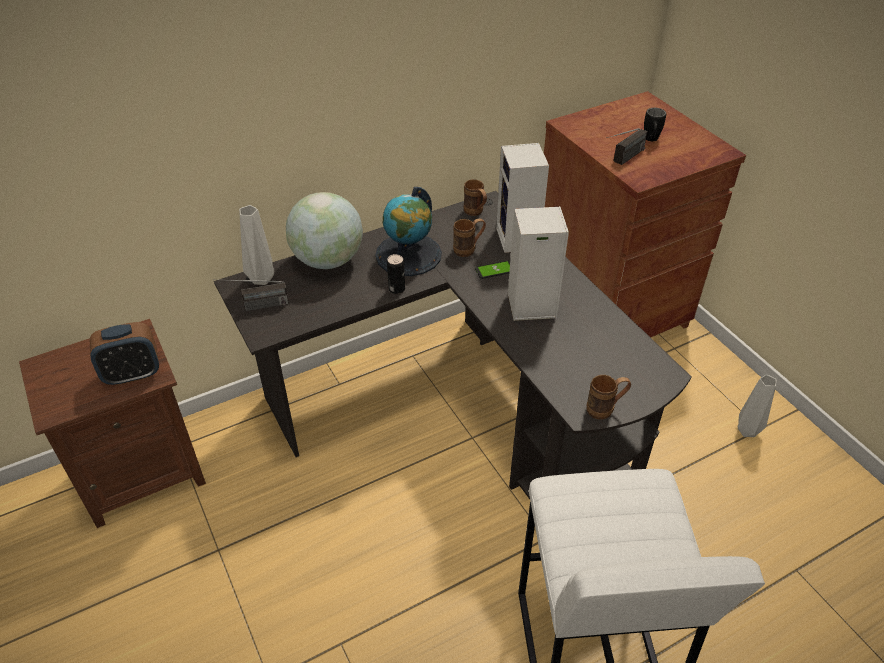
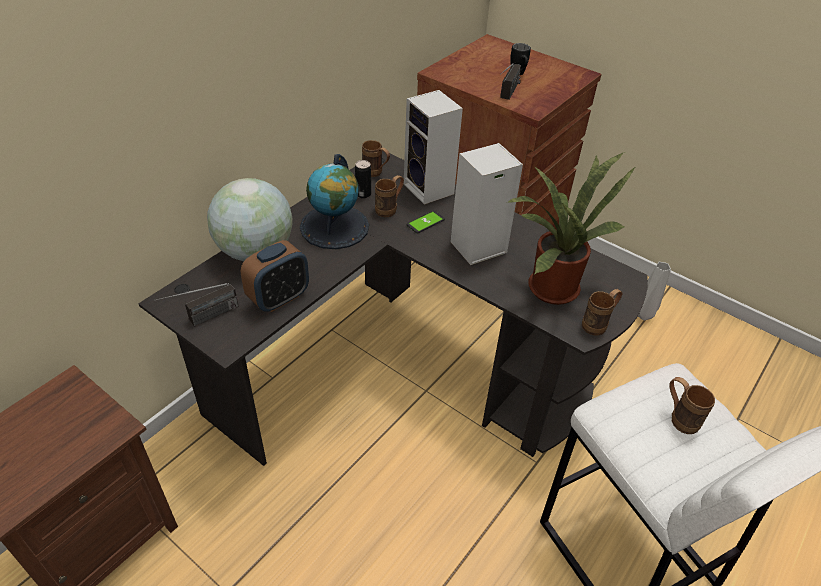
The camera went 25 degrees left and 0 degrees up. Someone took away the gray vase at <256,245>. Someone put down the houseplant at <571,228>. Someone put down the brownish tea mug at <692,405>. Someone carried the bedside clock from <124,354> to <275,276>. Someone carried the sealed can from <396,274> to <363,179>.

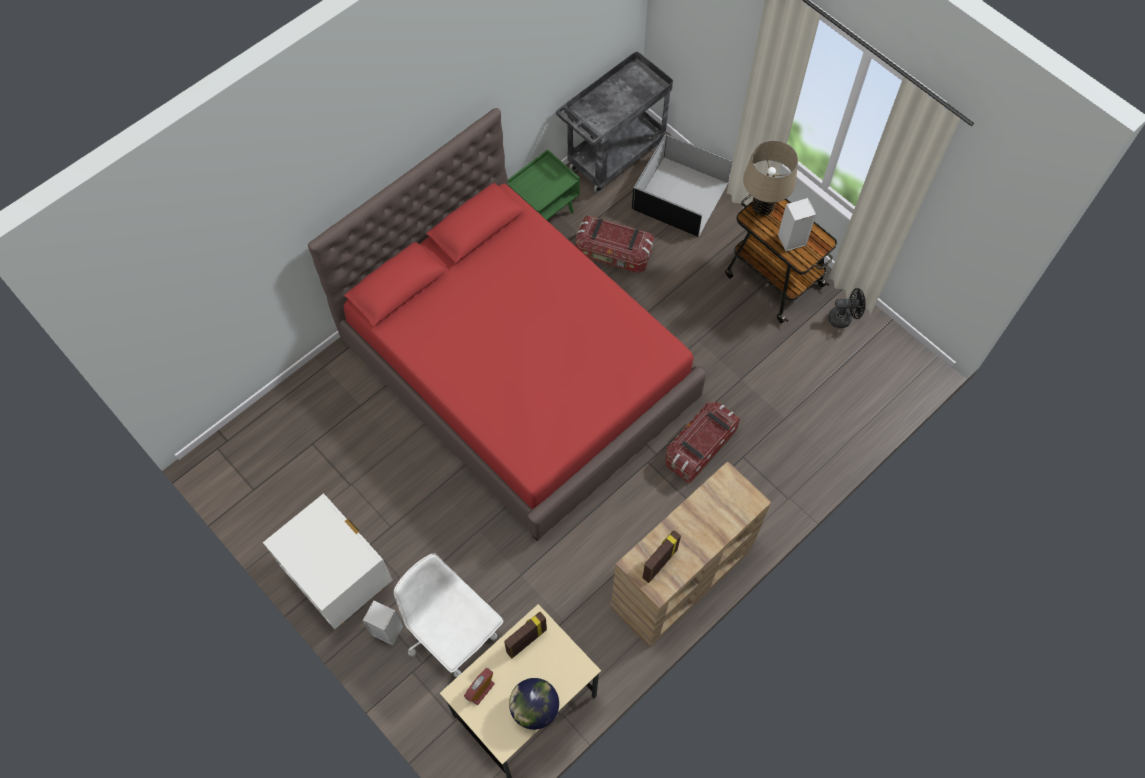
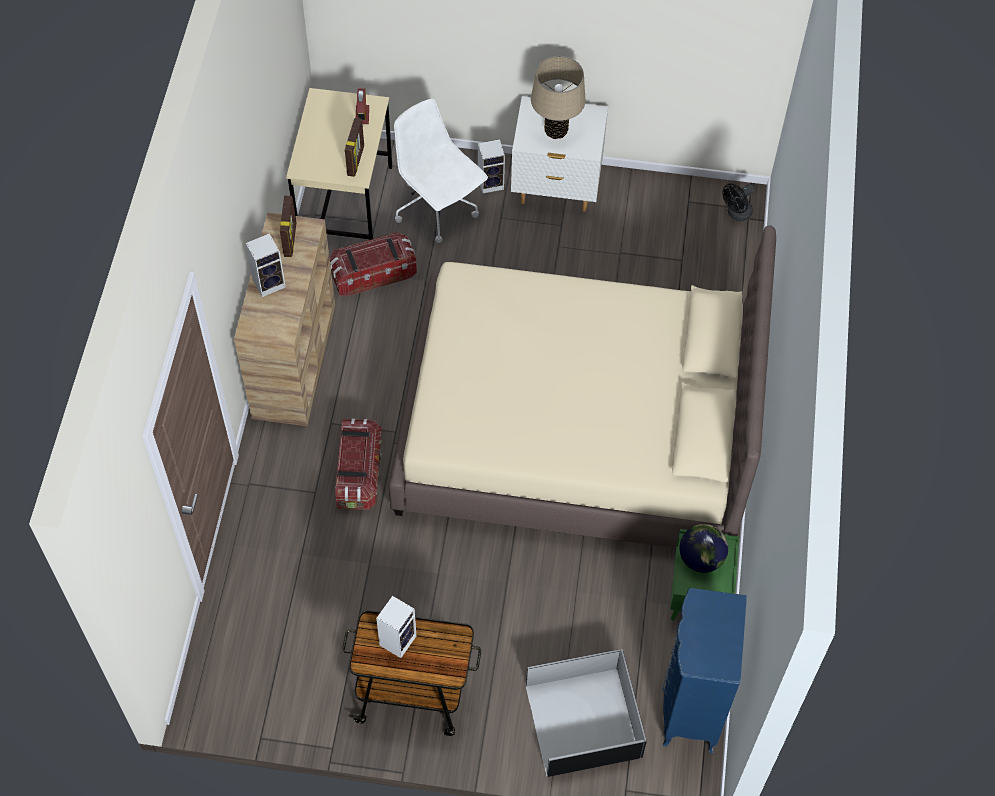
The camera went 140 degrees right and 5 degrees down. Someone put down the audio speaker at <265,265>. Someone carried the globe from <534,704> to <704,548>. Someone carried the storage box from <615,244> to <373,264>. Someone carried the beige lamp for a table from <770,178> to <558,97>. Someone carried the black electric fan from <847,308> to <738,202>. Someone swapped the gray wheeled cart at <614,122> for the bluish dresser at <704,670>. Someone repainted the red-coloured bedroom bed at <507,324>, which became the beige bedroom bed at <582,386>. Someone rotated the white desk chair at <448,615> by 135 degrees counterclockwise.

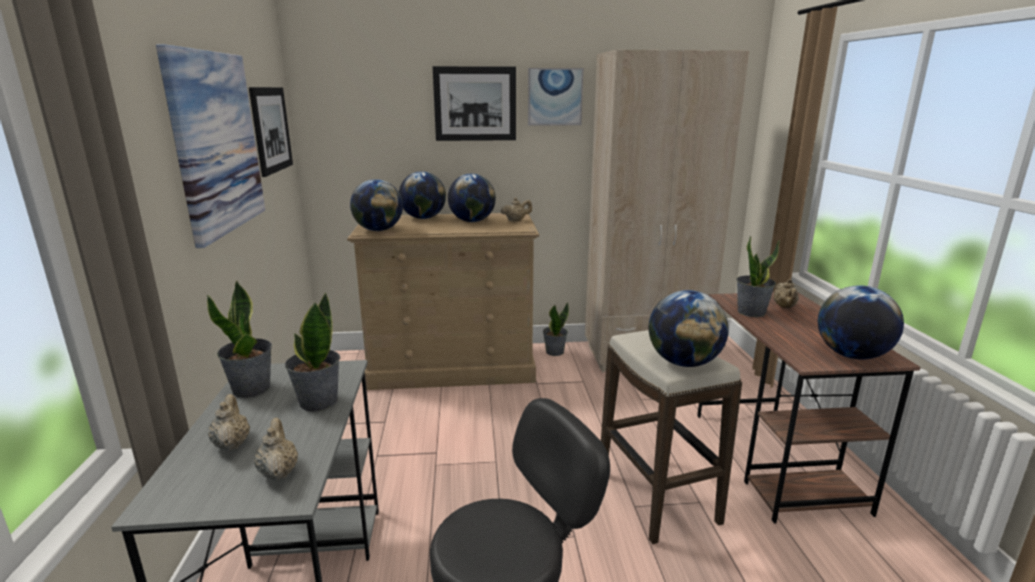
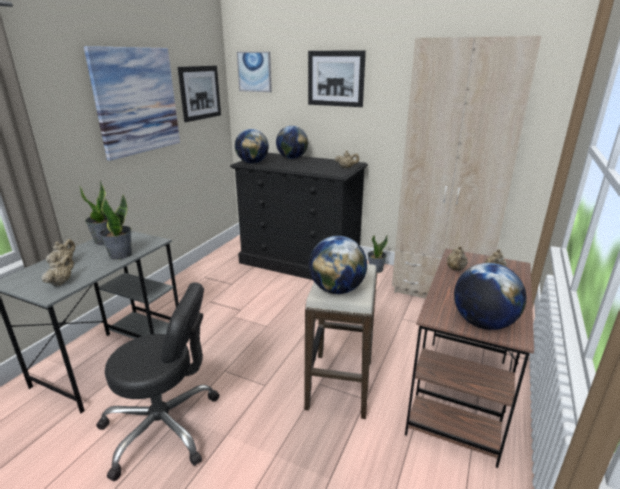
The camera went 30 degrees right and 5 degrees up. Someone took away the globe at <472,198>. Someone carried the wall picture from <555,97> to <254,72>. Someone swapped the houseplant at <758,276> for the beige tea pot at <457,258>. Someone repainted the beige dresser at <443,301>, which became the black dresser at <299,216>.

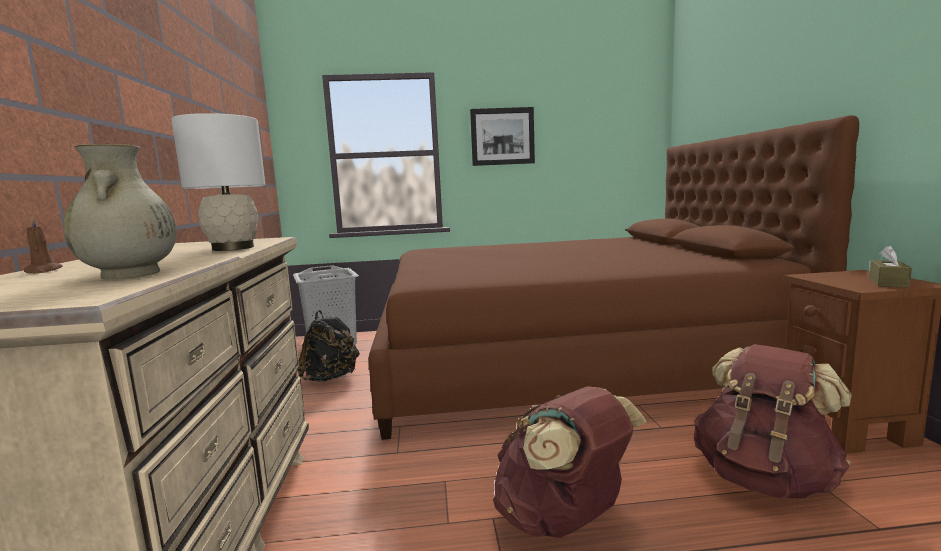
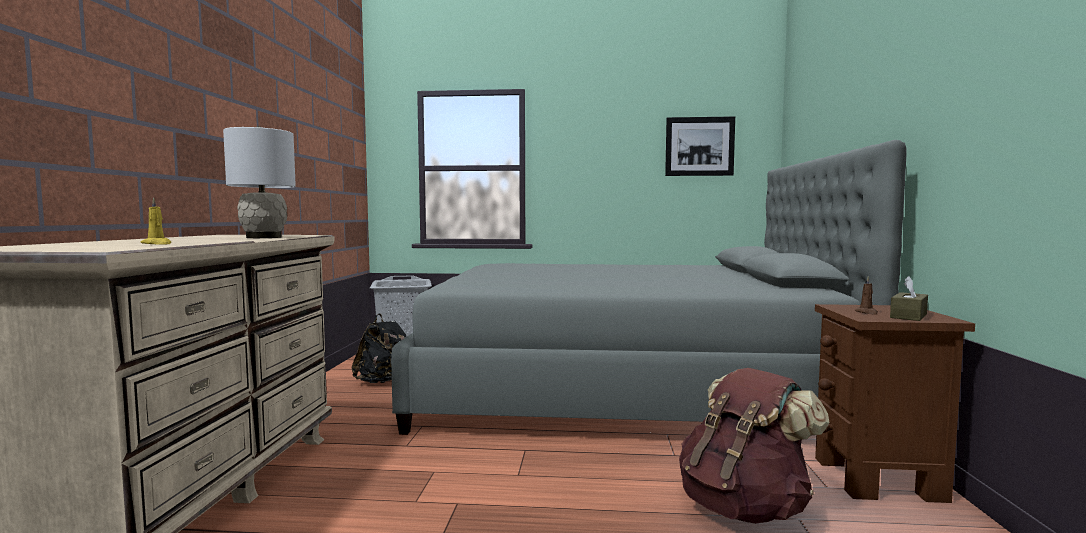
The camera went 10 degrees right and 5 degrees down. Someone took away the brownish rucksack at <570,462>. Someone carried the brownish wax candle from <43,245> to <866,295>. Someone carried the wall picture from <502,136> to <700,146>. Someone swapped the beige vase at <119,211> for the yellow wax candle at <155,221>. Someone repainted the brownish bedroom bed at <613,277>, which became the gray bedroom bed at <649,287>.

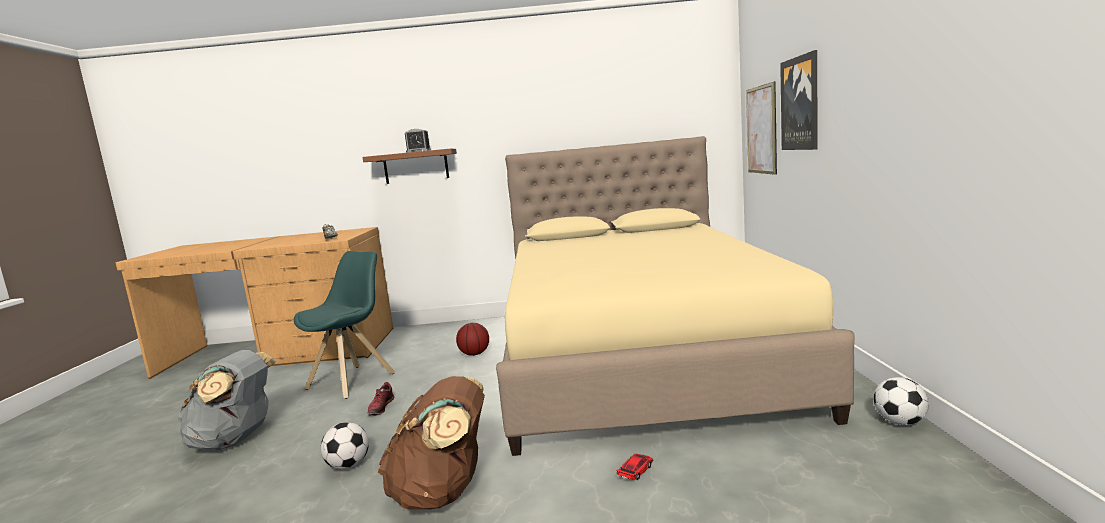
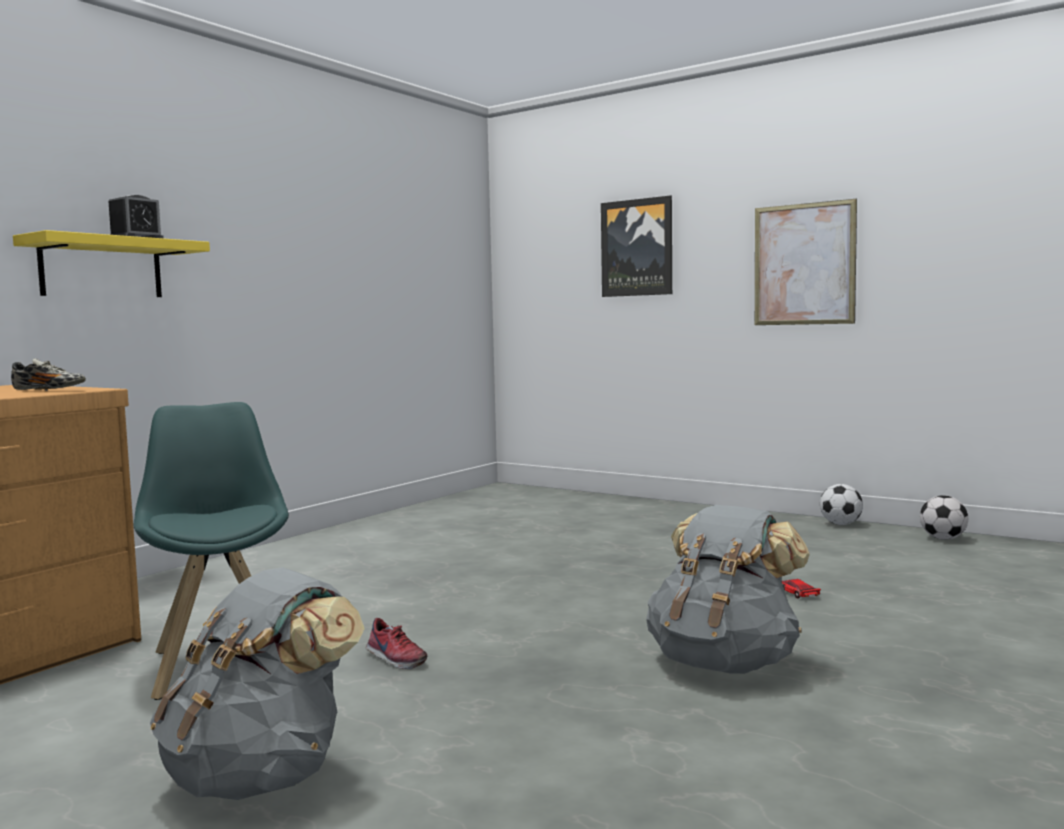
The camera went 55 degrees left and 5 degrees down. Someone took away the basketball at <472,339>. Someone took away the beige bedroom bed at <675,296>. Someone carried the ball for football from <345,445> to <944,517>. Someone carried the wall picture from <761,128> to <806,262>. Someone repainted the brownish bracket shelf at <409,166>, which became the yellow bracket shelf at <111,263>. Someone repainted the brownish rucksack at <431,442>, which became the gray rucksack at <728,589>.

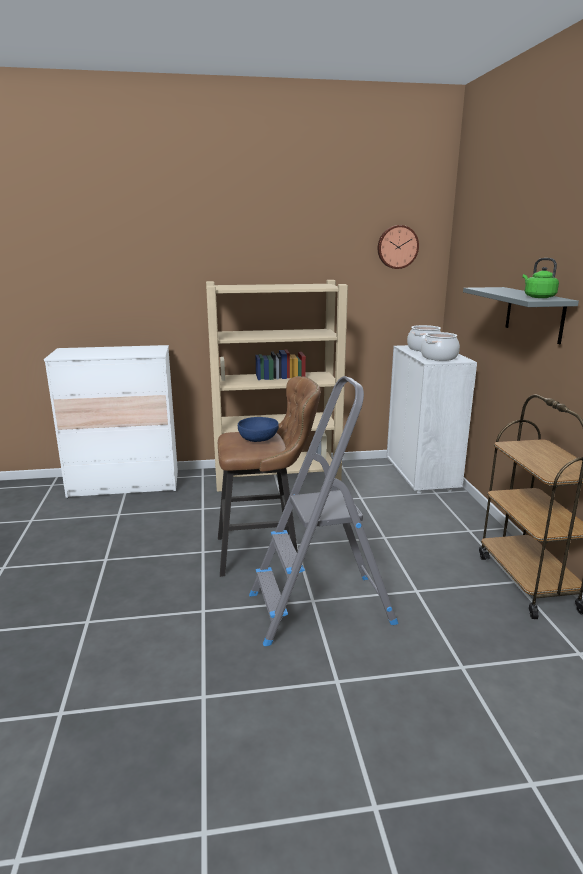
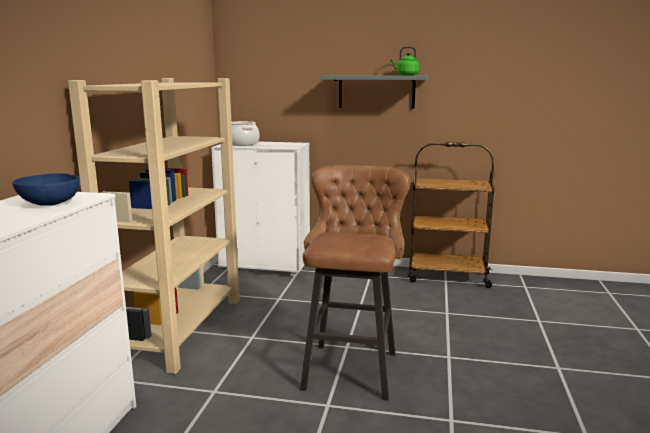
The camera went 70 degrees left and 5 degrees down. Someone took away the gray step ladder at <323,511>. Someone took away the wall clock at <398,247>. Someone took away the saucepot at <440,346>. Someone carried the bluish serving bowl from <258,429> to <46,189>.

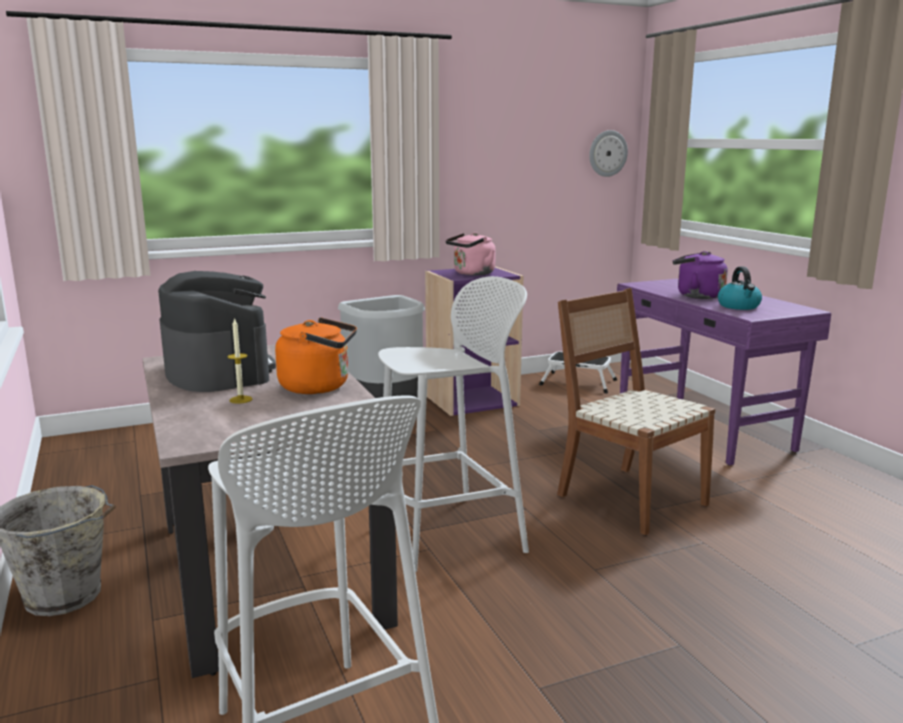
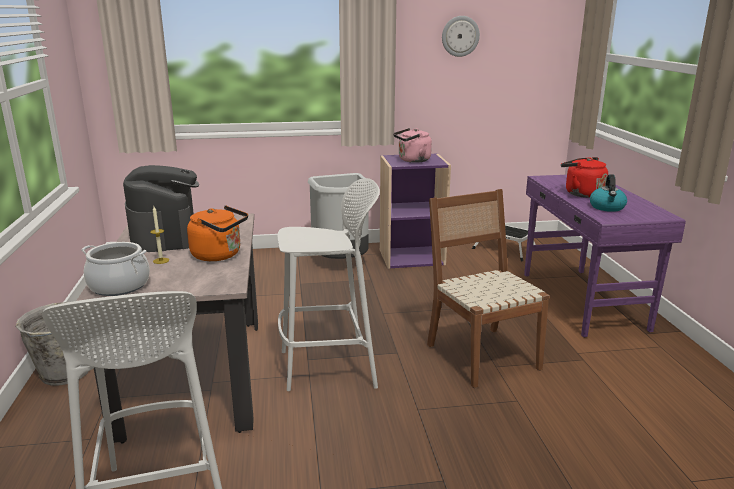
The camera went 15 degrees right and 5 degrees up. Someone put down the saucepot at <115,269>. Someone carried the wall clock from <608,153> to <461,36>. Someone repainted the purplish water kettle at <700,275>, which became the red-coloured water kettle at <584,177>.

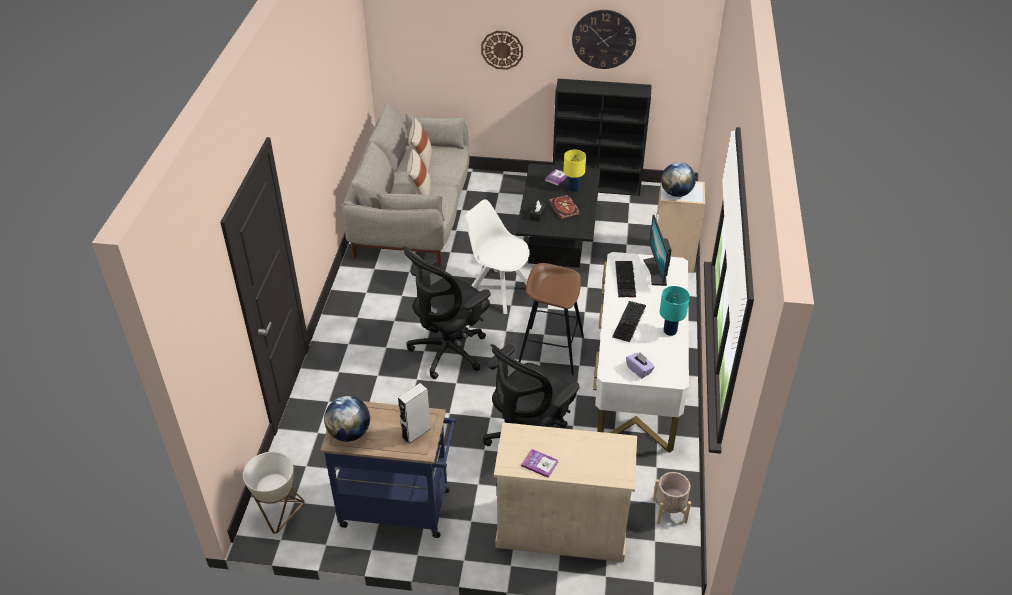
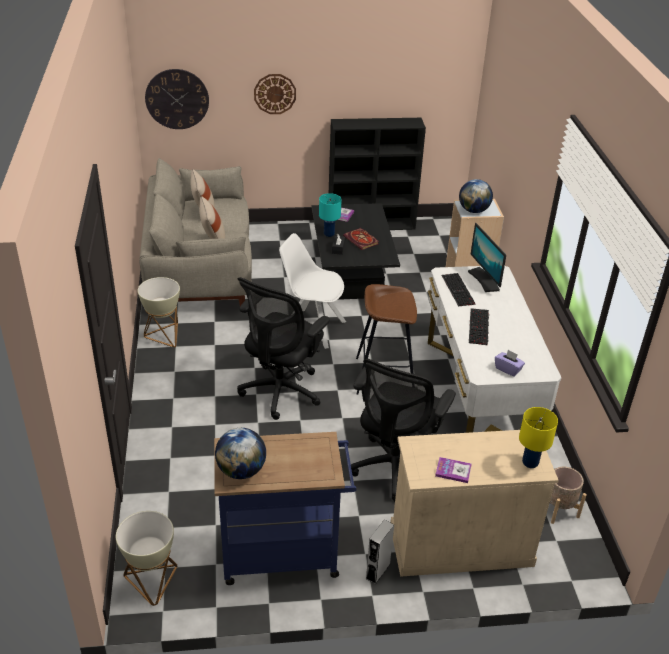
The camera went 15 degrees left and 5 degrees down. Someone put down the planter at <159,312>. Someone carried the gray audio speaker from <414,413> to <380,552>. Someone carried the yellow lamp for a table from <574,171> to <538,437>. Someone carried the wall clock from <604,39> to <177,99>. Someone carried the turquoise-coloured lamp for a table from <675,311> to <330,215>.

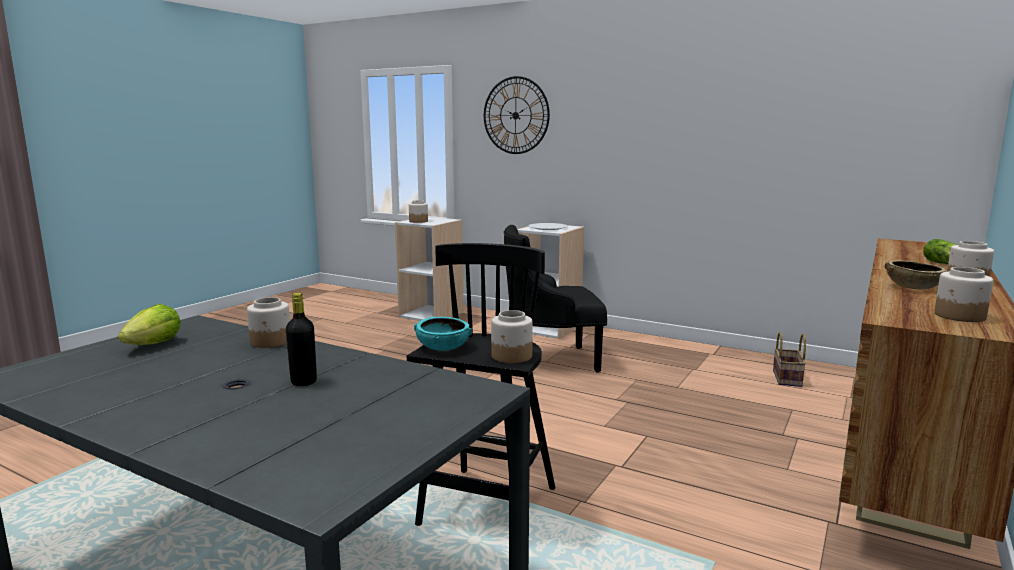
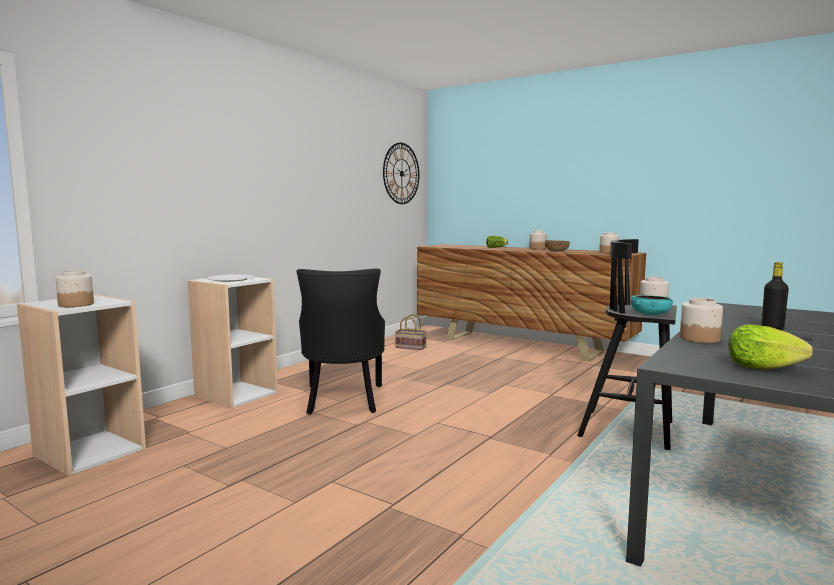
The camera went 85 degrees left and 5 degrees down. Someone carried the wall clock from <517,115> to <401,173>.

